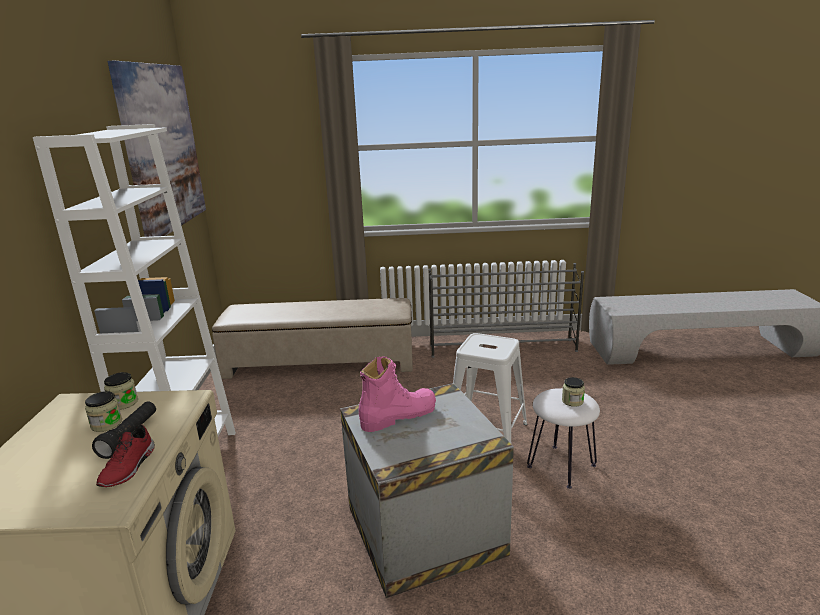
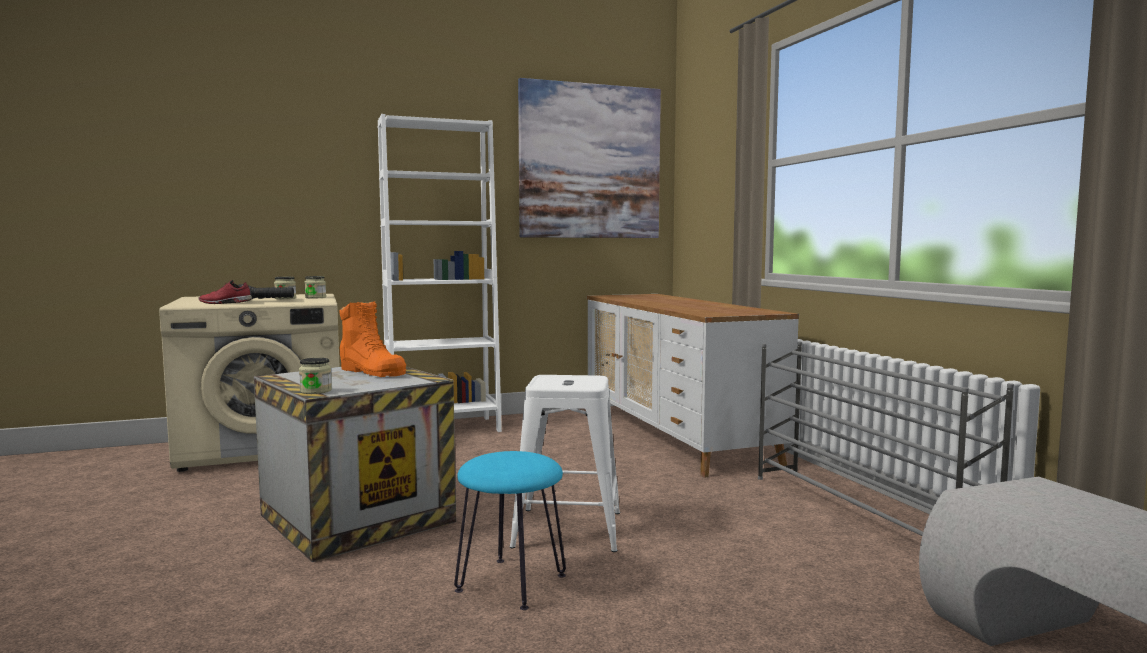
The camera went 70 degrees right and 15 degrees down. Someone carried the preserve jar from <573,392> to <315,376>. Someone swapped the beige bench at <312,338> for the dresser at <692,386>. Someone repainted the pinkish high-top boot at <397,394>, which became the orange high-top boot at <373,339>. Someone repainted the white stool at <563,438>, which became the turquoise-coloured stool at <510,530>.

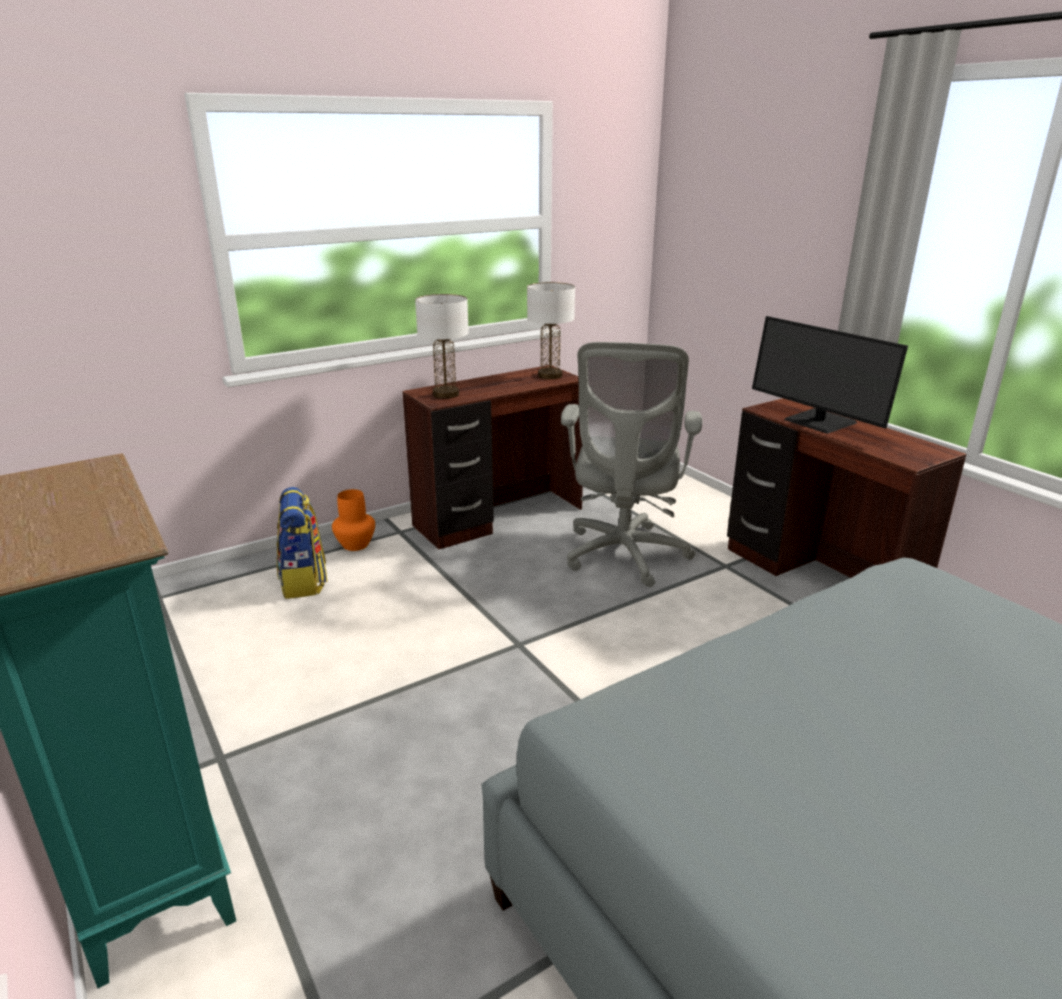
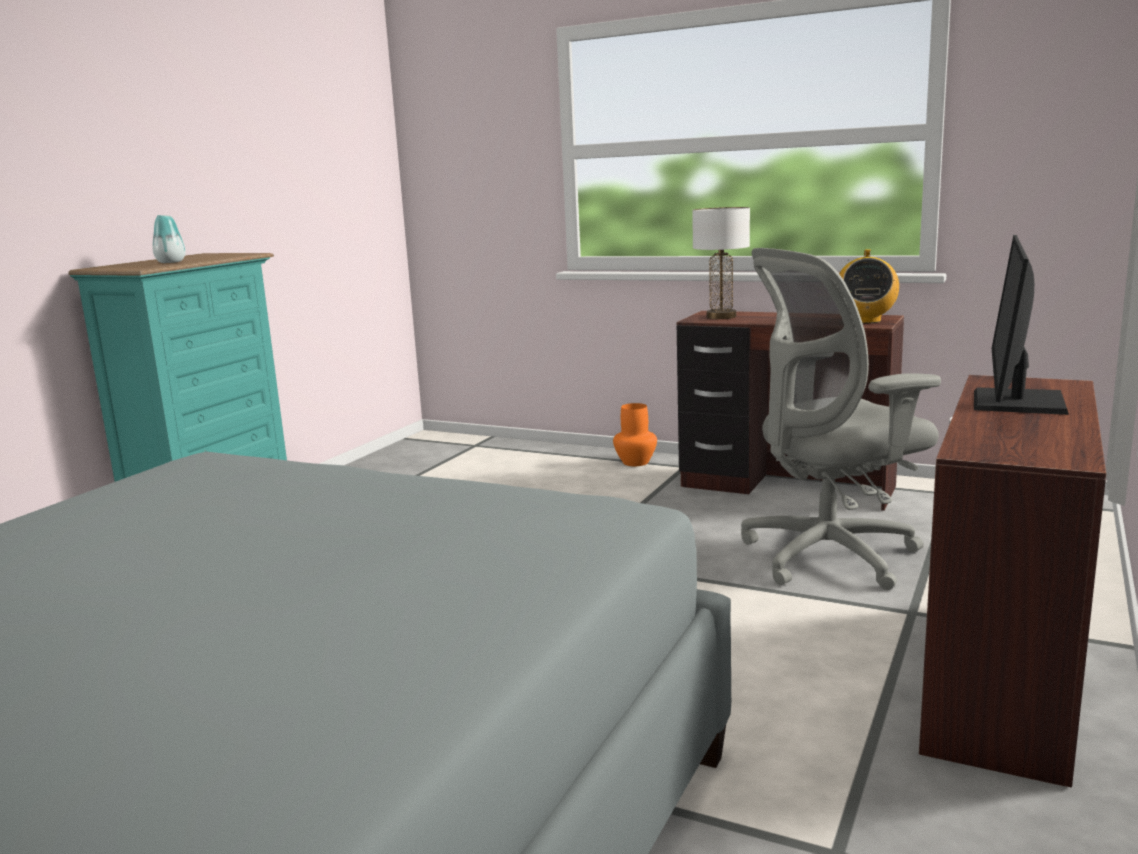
The camera went 60 degrees right and 10 degrees down. Someone took away the rucksack at <302,543>. Someone put down the vase at <169,239>. Someone swapped the lamp for a table at <551,330> for the radio set at <869,286>.

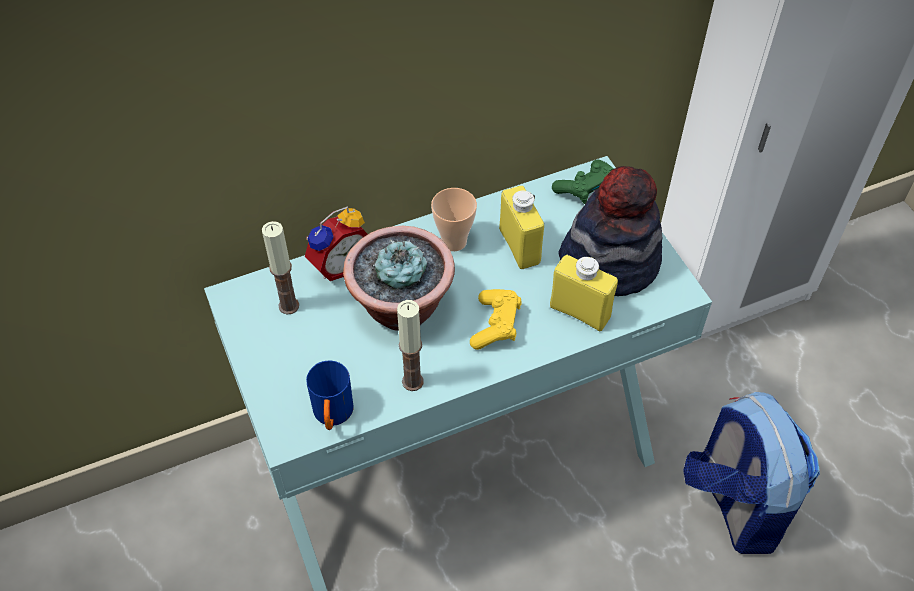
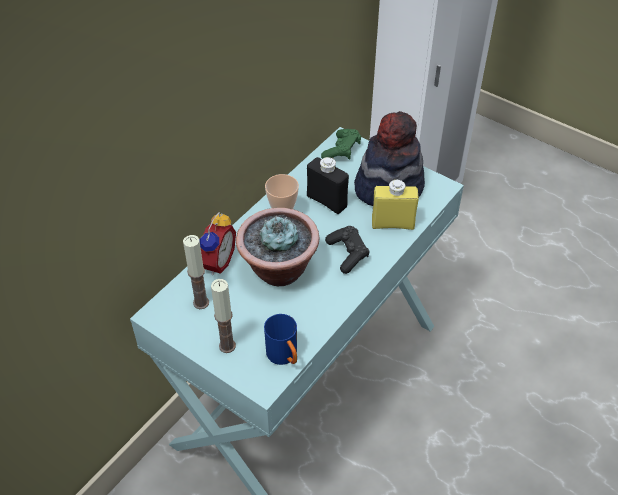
The camera went 30 degrees left and 5 degrees down. Someone took away the rucksack at <751,473>. Someone carried the wax candle from <410,345> to <223,316>. Someone repainted the yellow game controller at <496,319>, which became the black game controller at <347,250>. Someone repainted the yellow beverage bottle at <521,227>, which became the black beverage bottle at <328,185>.

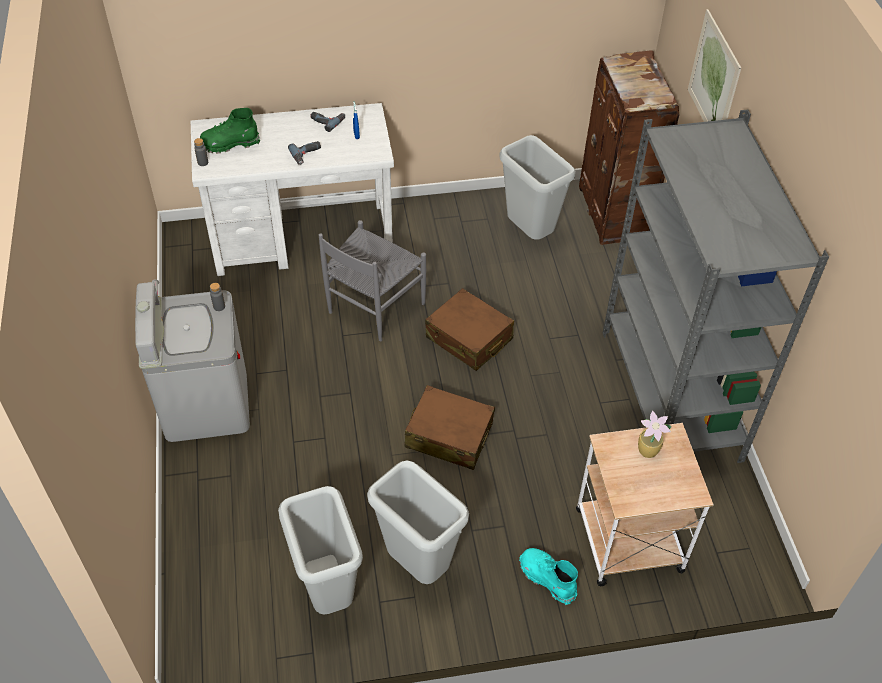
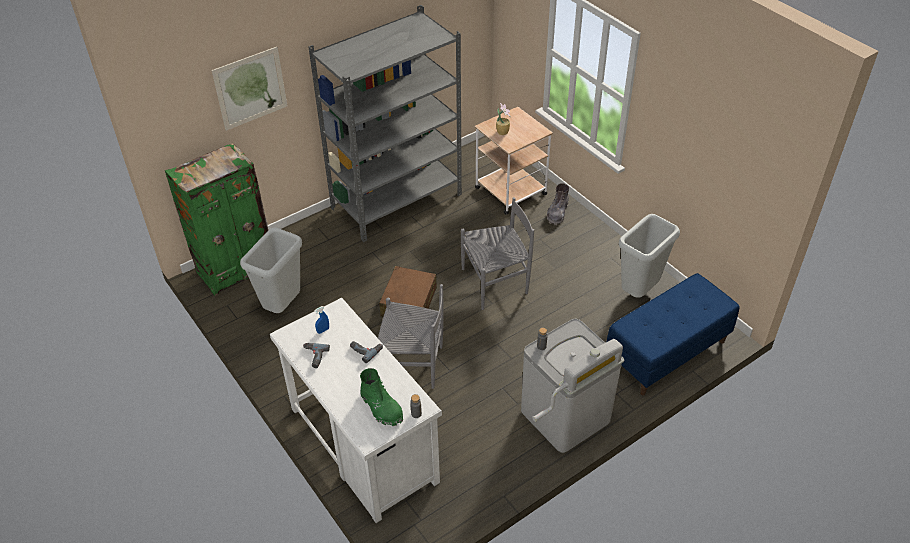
The camera went 115 degrees left and 5 degrees down. Someone took away the gray rubbish bin at <418,522>. Someone put down the bluish bench at <673,334>. Someone swapped the brownish travel case at <450,427> for the gray chair at <497,253>. Someone repainted the turquoise-coloured high-top boot at <548,576>, which became the gray high-top boot at <558,204>. Someone repainted the brownish cupboard at <629,148>, which became the green cupboard at <217,219>.

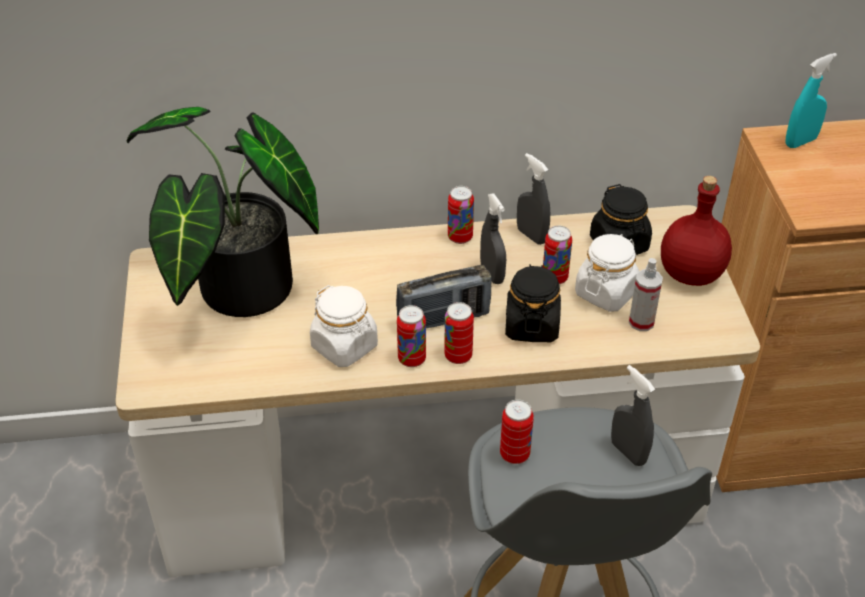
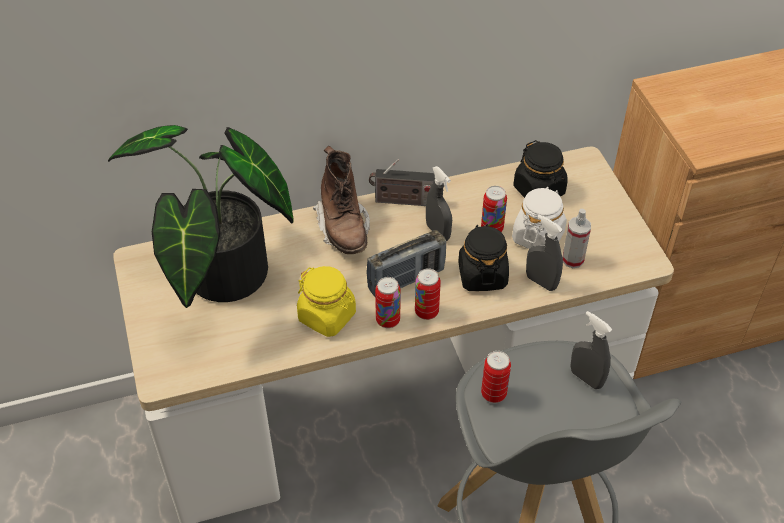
The camera went 10 degrees left and 5 degrees up. Someone took away the red-coloured beverage bottle at <696,231>. Someone took away the turquoise-coloured hand sprayer at <811,100>. Someone put down the brownish high-top boot at <341,200>. Someone carried the gray hand sprayer from <533,199> to <544,253>. Someone swapped the sealed can at <461,215> for the radio set at <402,182>. Someone repainted the white preserve jar at <344,326>, which became the yellow preserve jar at <326,301>.

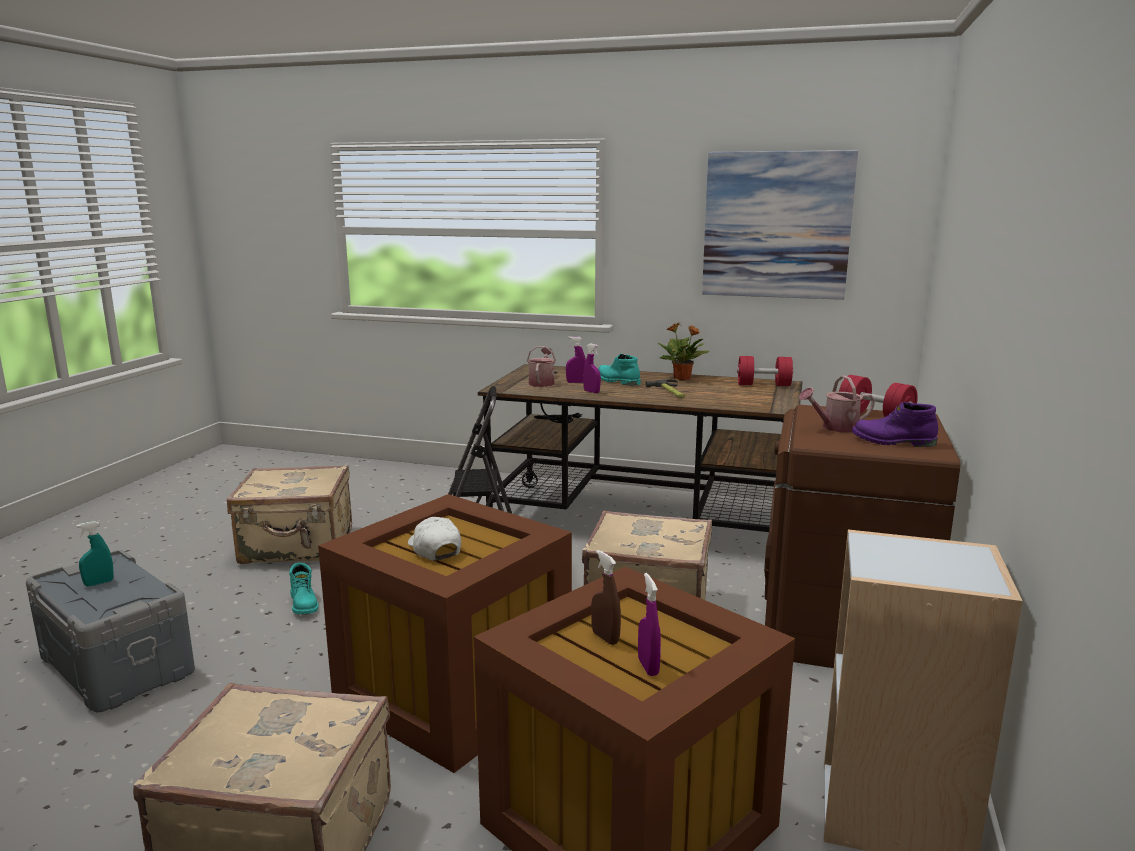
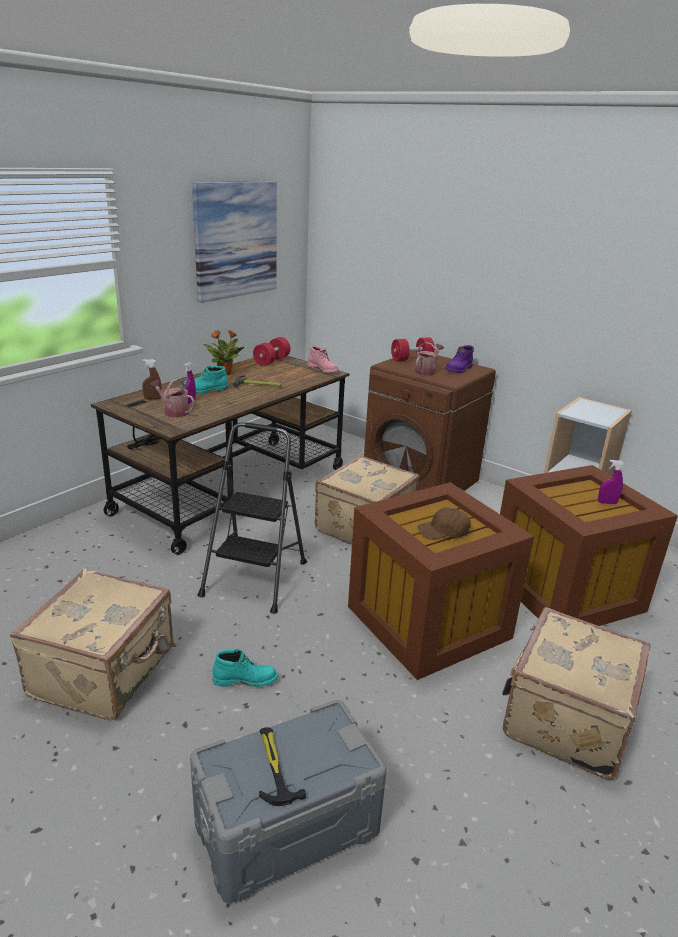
The camera went 70 degrees left and 10 degrees up. Someone took away the purplish hand sprayer at <592,368>. Someone put down the pinkish high-top boot at <323,359>. Someone carried the brownish hand sprayer from <606,597> to <152,379>. Someone swapped the turquoise-coloured hand sprayer at <95,553> for the hammer at <282,766>. Someone repainted the white cap at <434,539>, which became the brownish cap at <444,523>. Someone rotated the sprinkling can at <837,403> by 150 degrees counterclockwise.

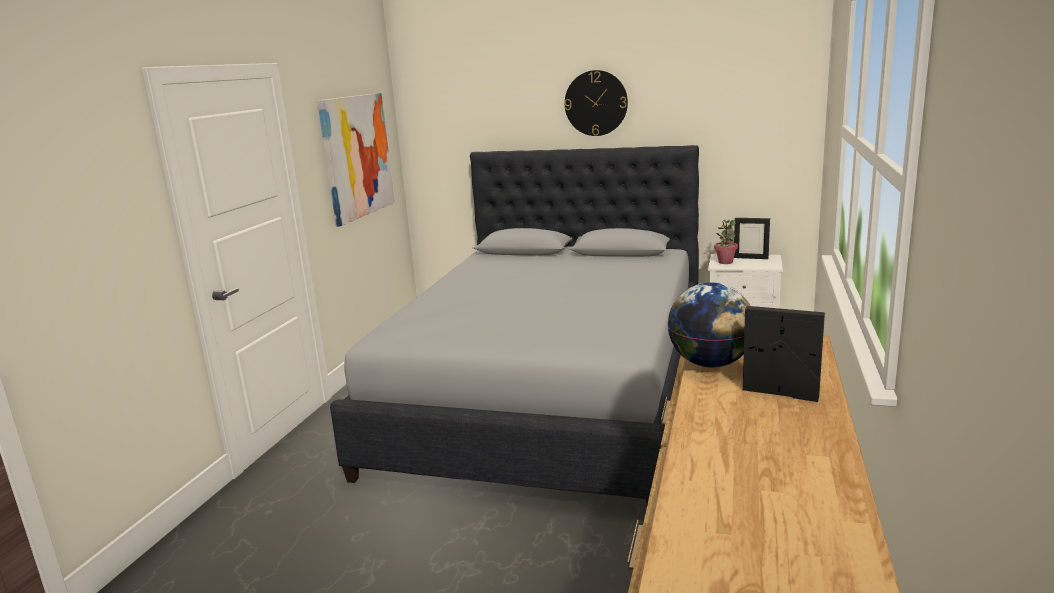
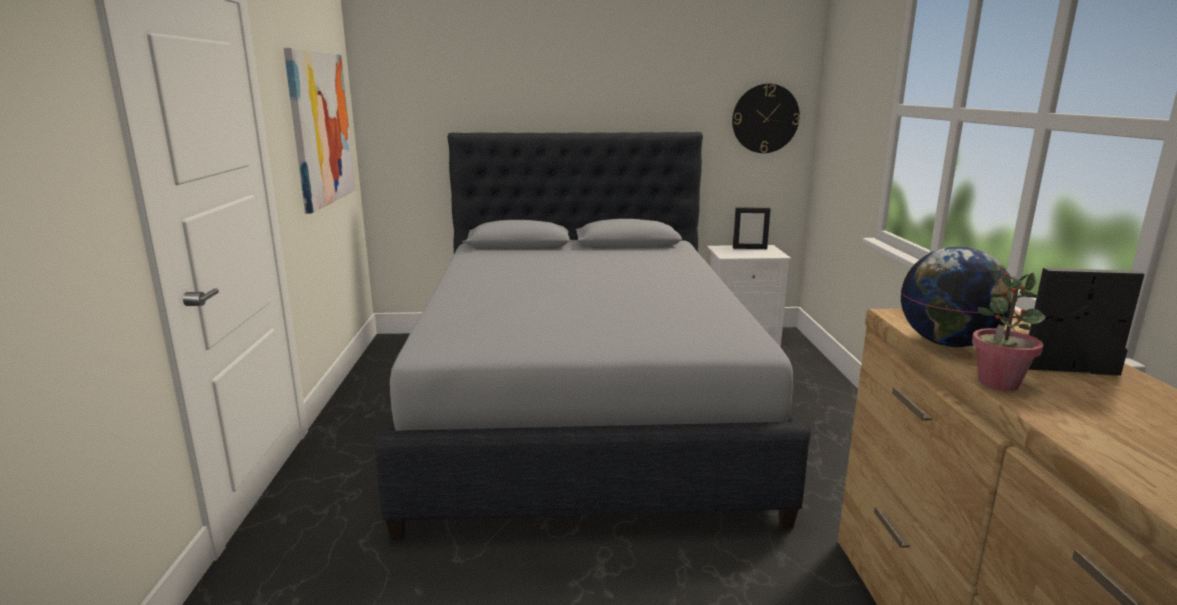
The camera went 20 degrees left and 0 degrees up. Someone carried the wall clock from <596,103> to <766,118>. Someone carried the houseplant from <726,242> to <1009,331>.

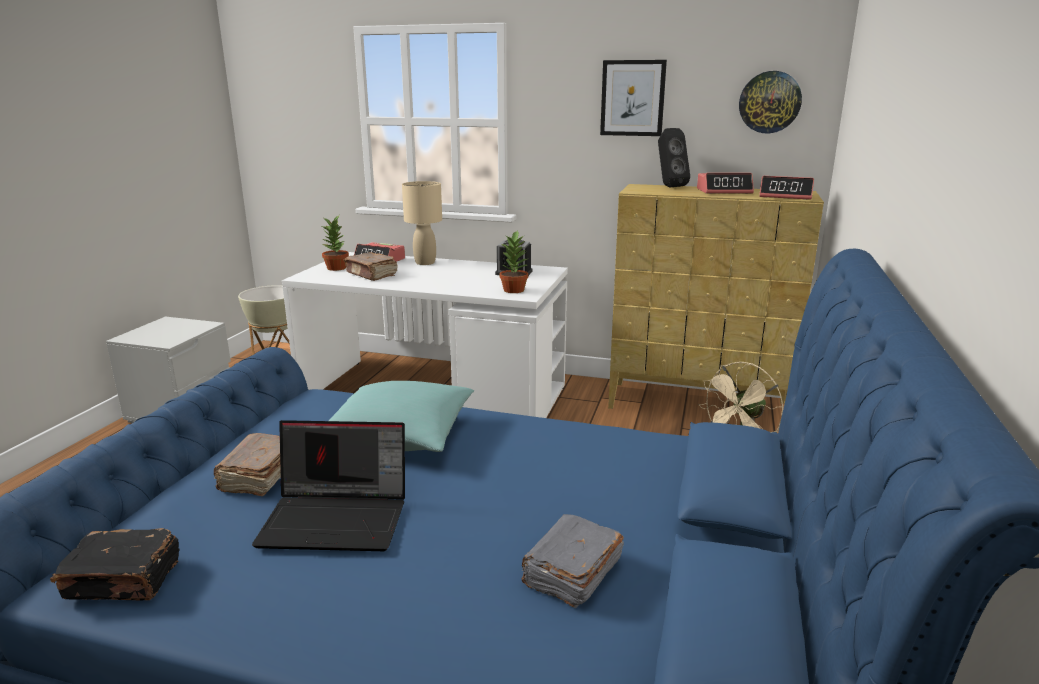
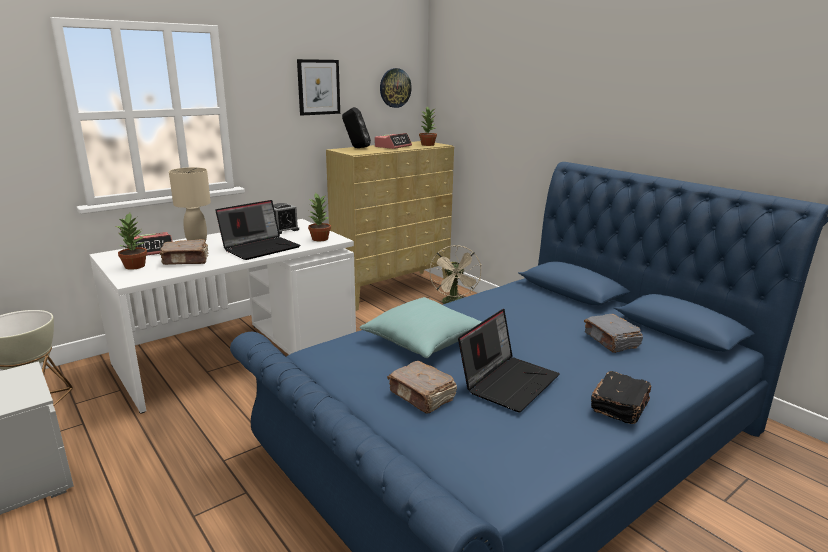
The camera went 55 degrees left and 0 degrees up. Someone put down the notebook computer at <257,230>. Someone carried the black bound book from <115,564> to <621,397>. Someone swapped the bedside clock at <786,188> for the houseplant at <428,126>.

